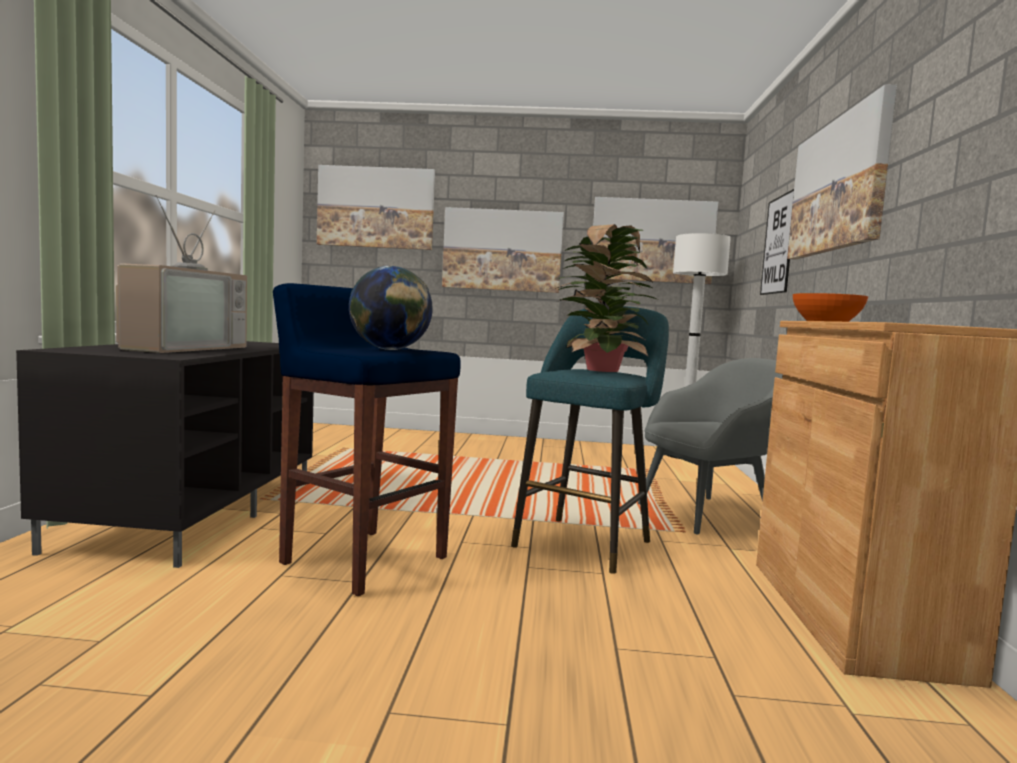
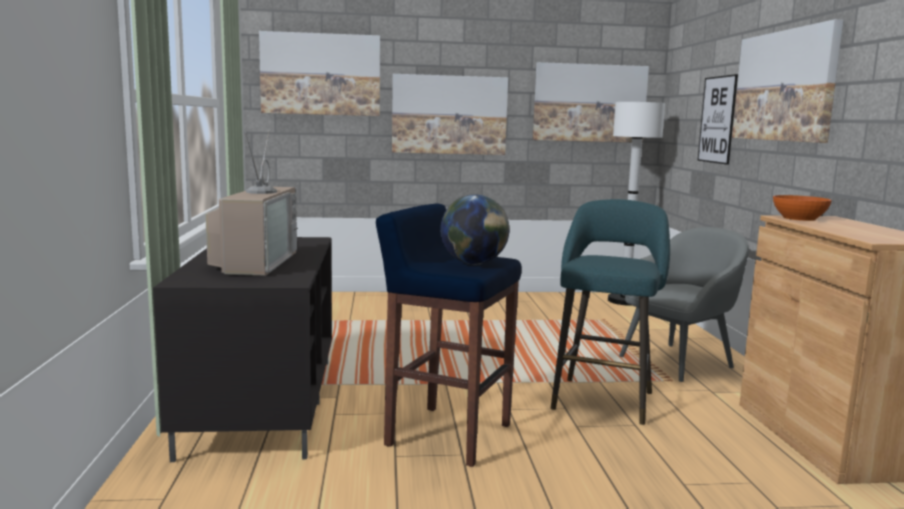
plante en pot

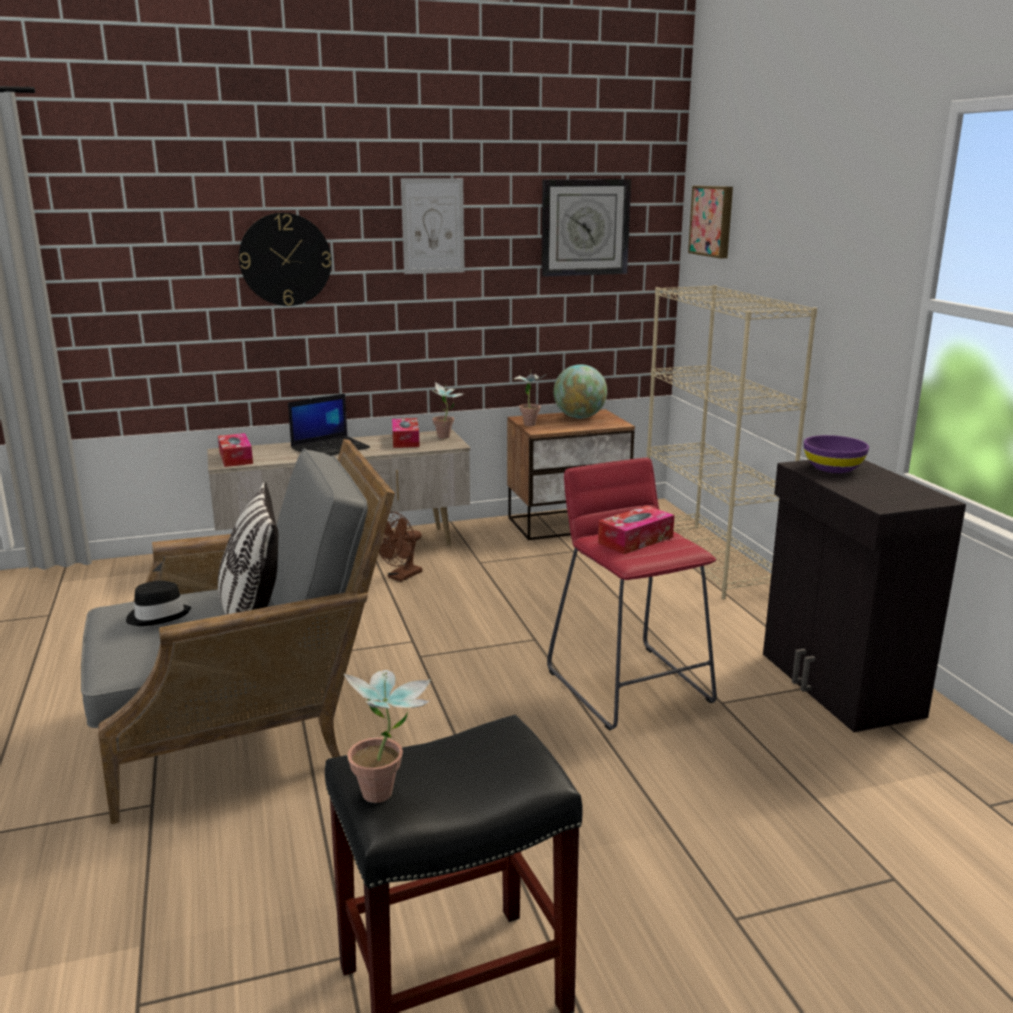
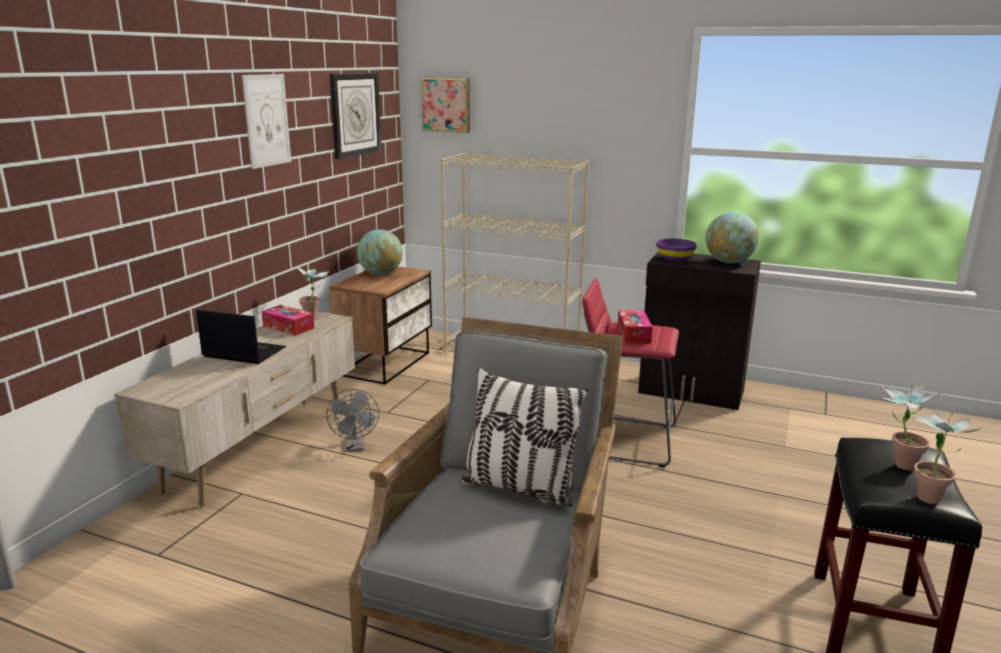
horloge murale (no. 1 from left in the first image)
plante en pot (no. 2 from left)
ordinateur portable
boîte à mouchoirs (no. 1 from left in the first image)
ventilateur/gris
chapeau/noir
globe (no. 2 from left)

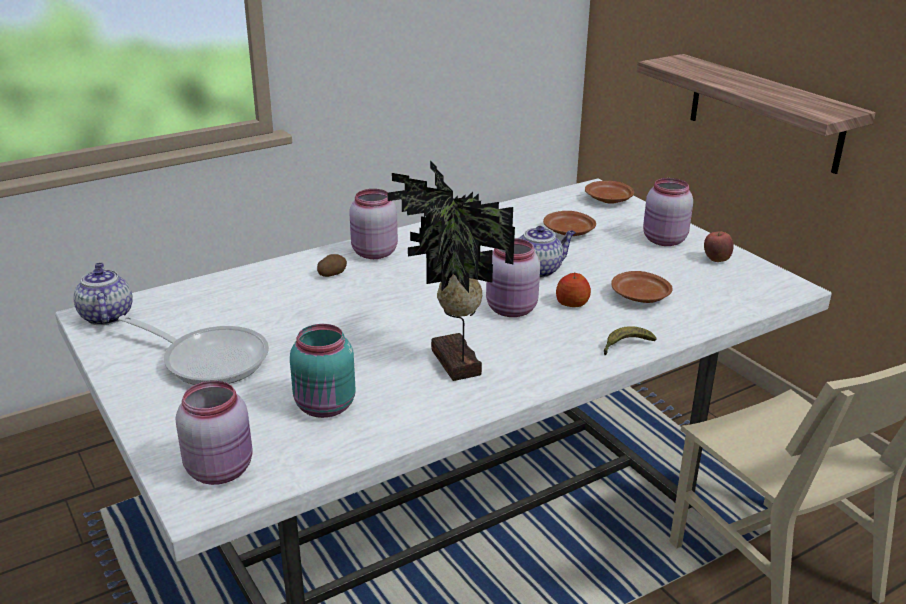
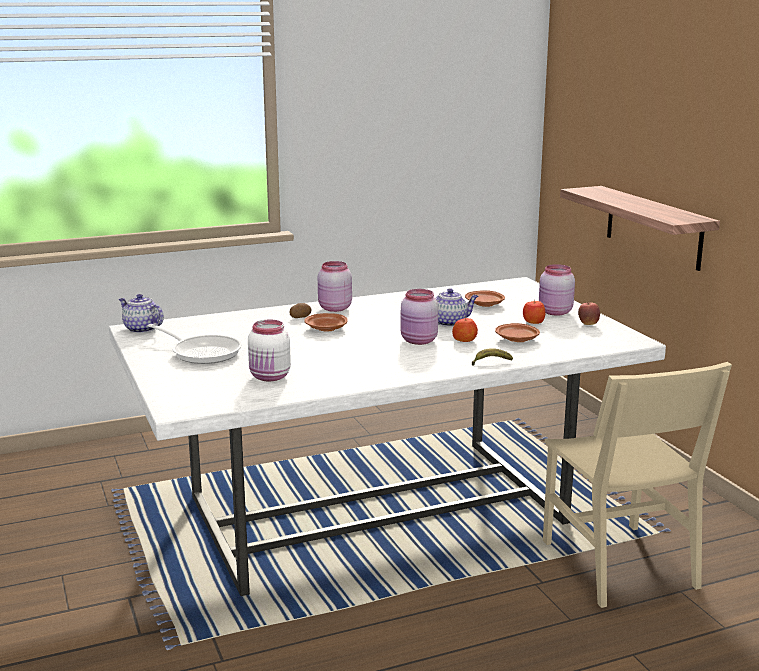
plante en pot
assiette/marron (no. 1 from left)
théière (no. 1 from left)
bocal/blanc
bocal/rose (no. 1 from left in the first image)
pomme (no. 2 from left)

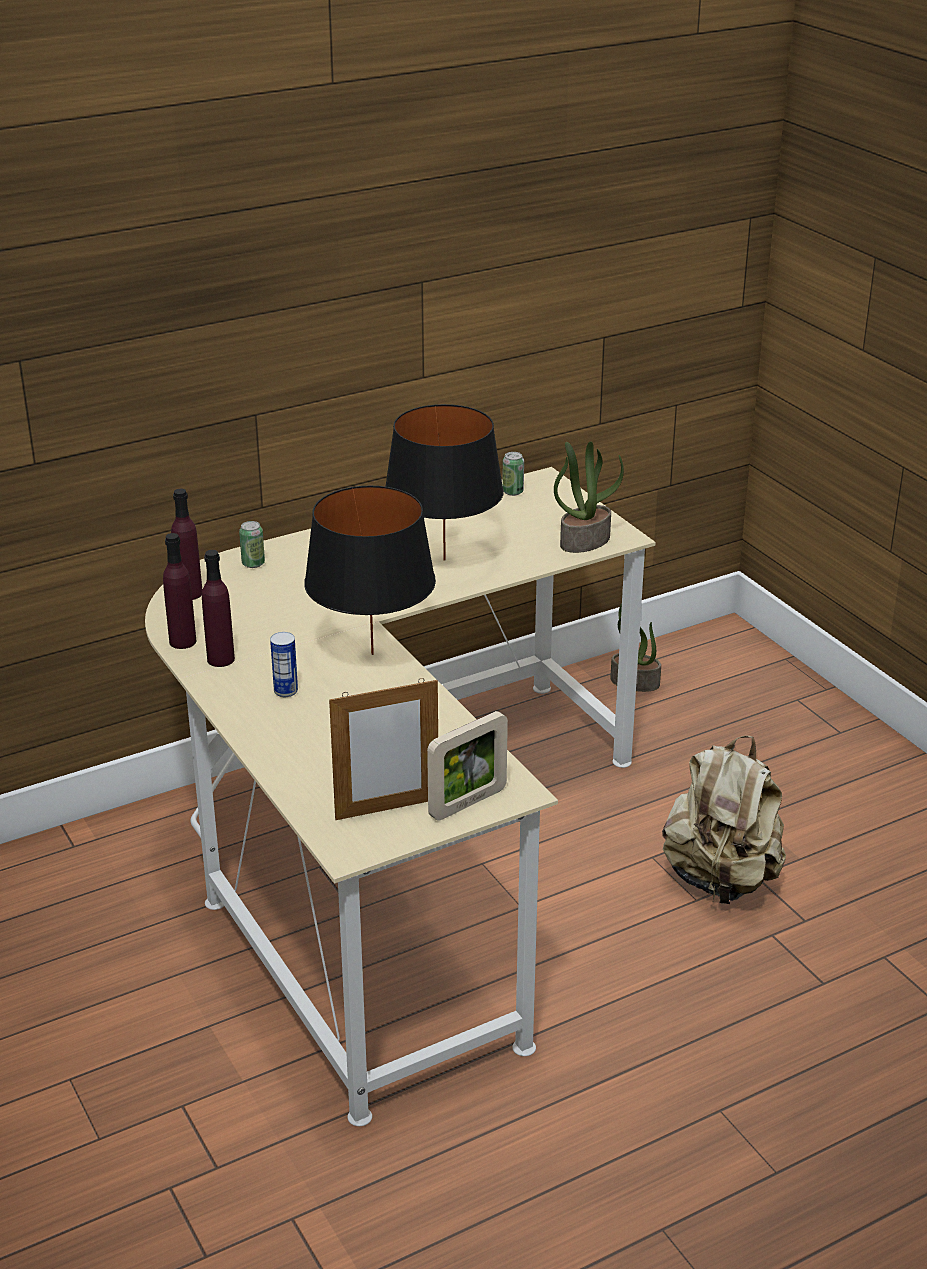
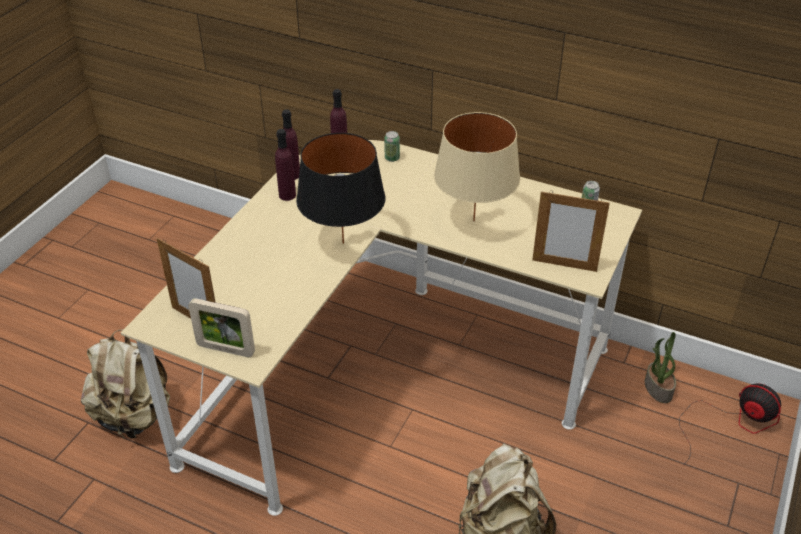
lampe de table/beige
cadre photo (no. 3 from left)
boîte métallique (no. 2 from left in the first image)
sac à dos/beige (no. 1 from left)
ventilateur

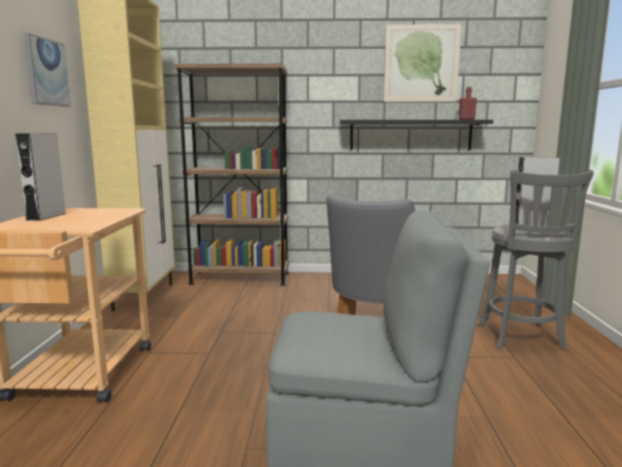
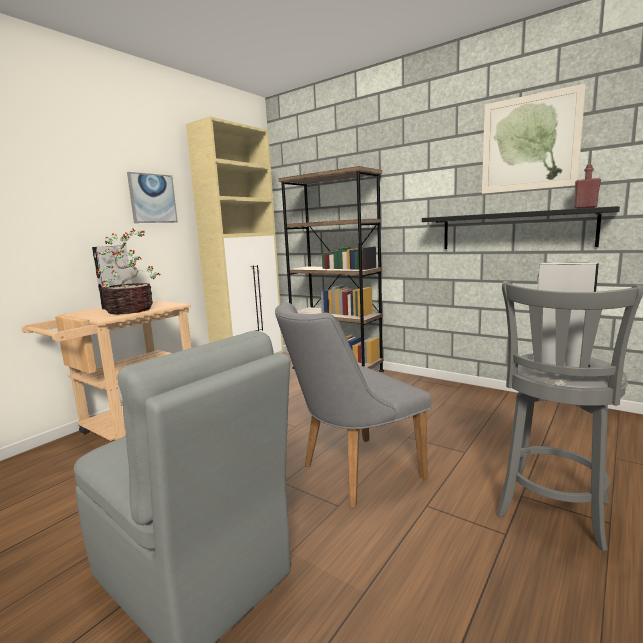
plante en pot

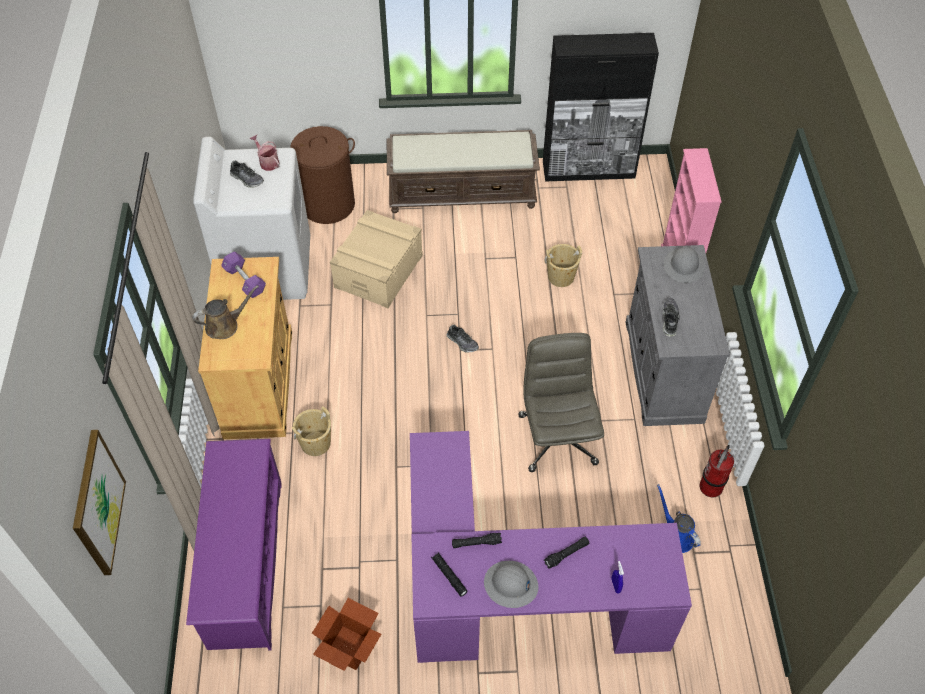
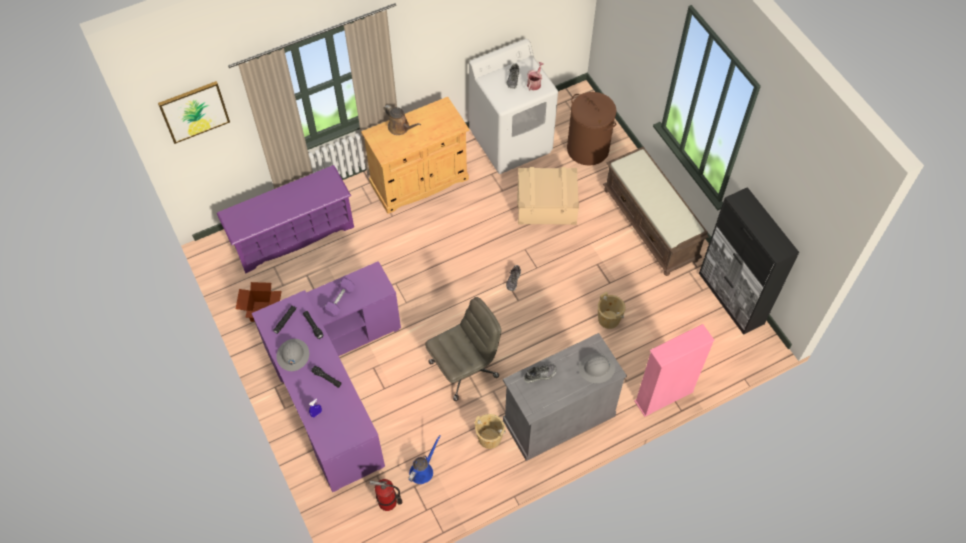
haltère/violet
seau/beige (no. 1 from left)
extincteur

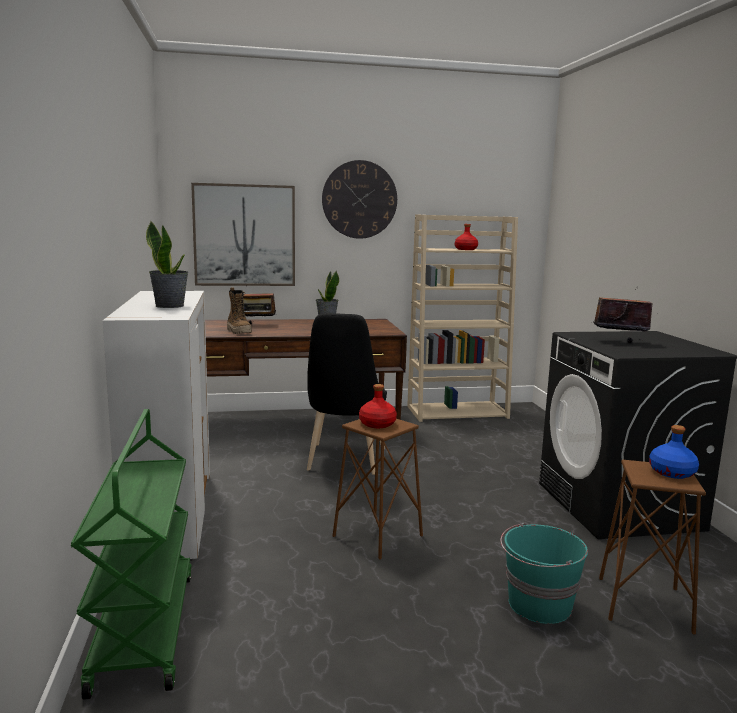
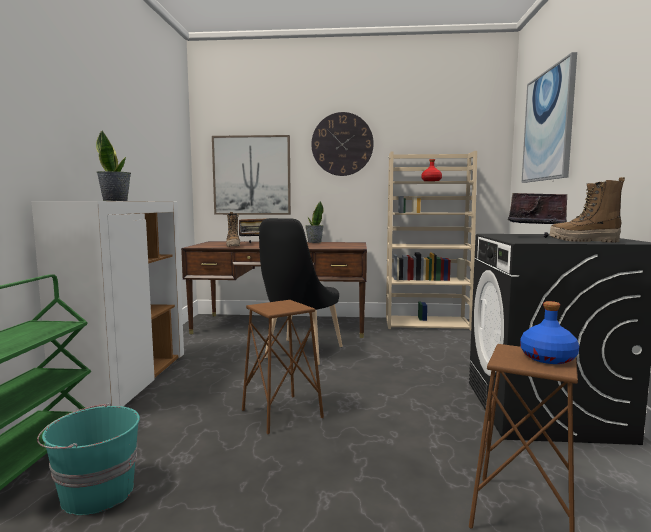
bouteille/rouge (no. 1 from left in the first image)
seau/turquoise
tableau (no. 2 from left)
botte (no. 2 from left)

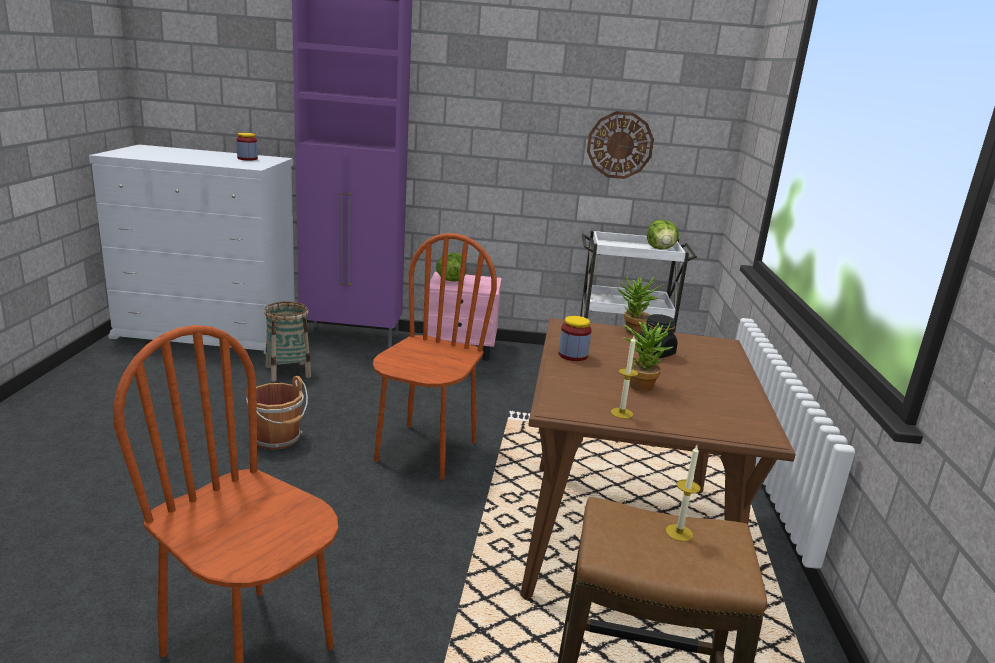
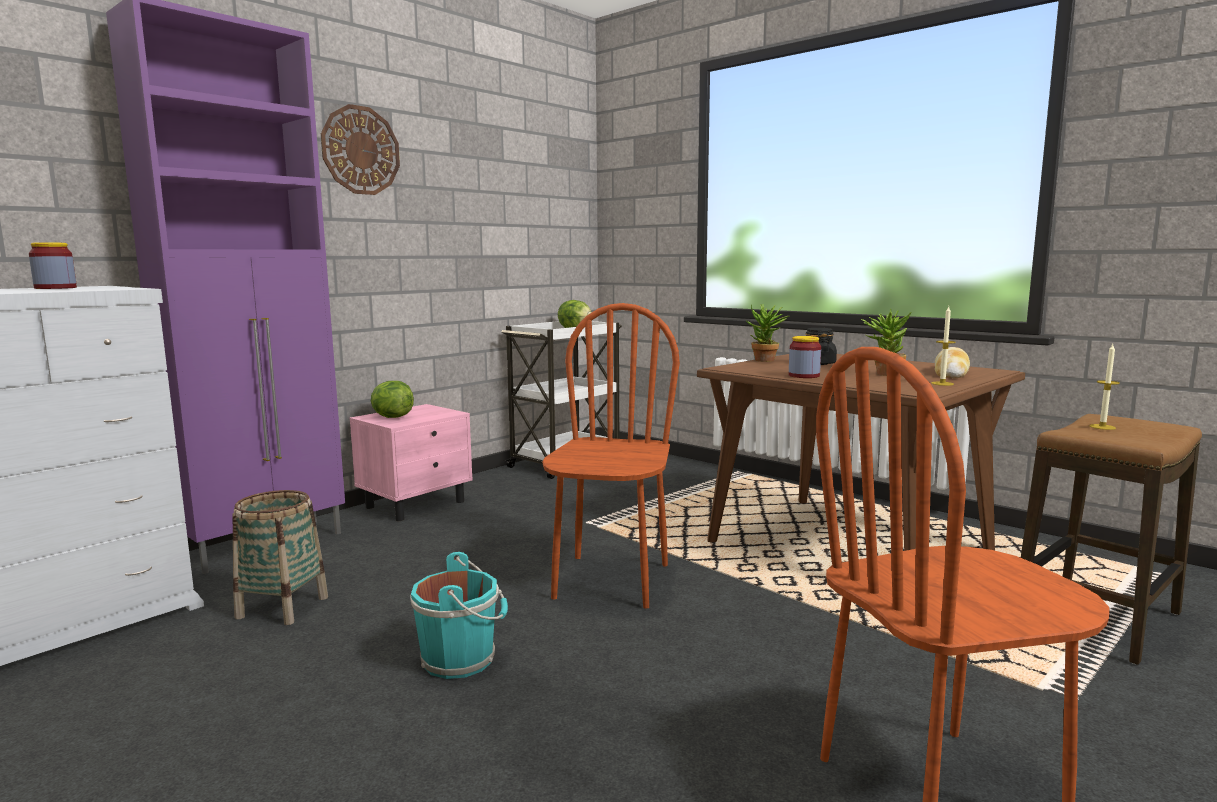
horloge murale
chaise/marron (no. 1 from left)
seau/turquoise
pain

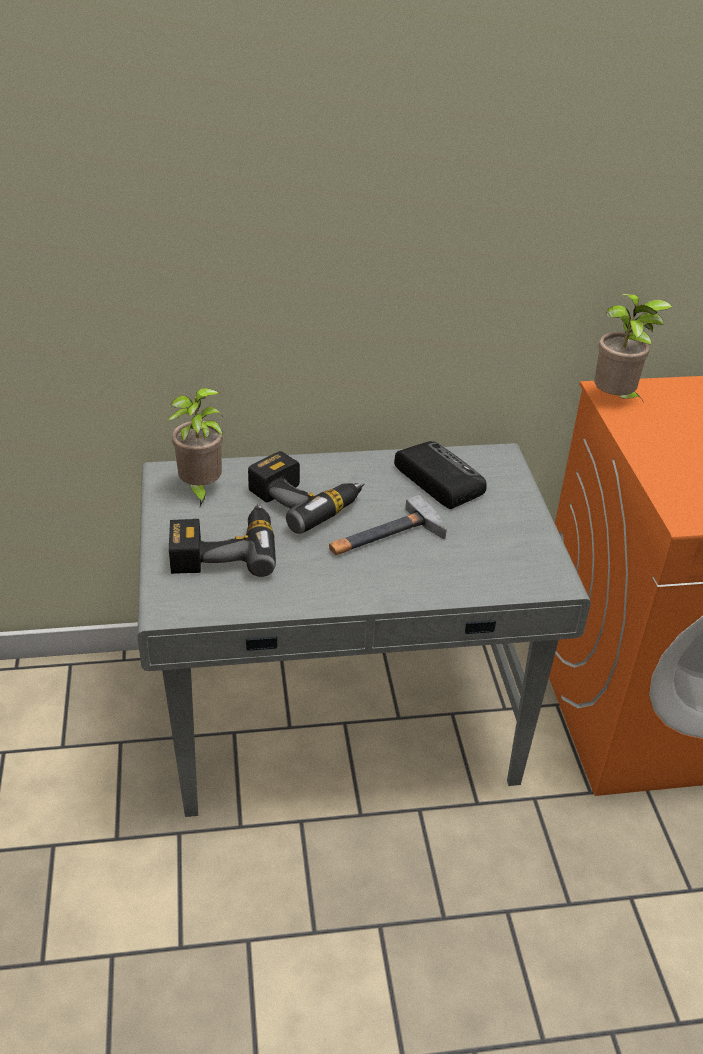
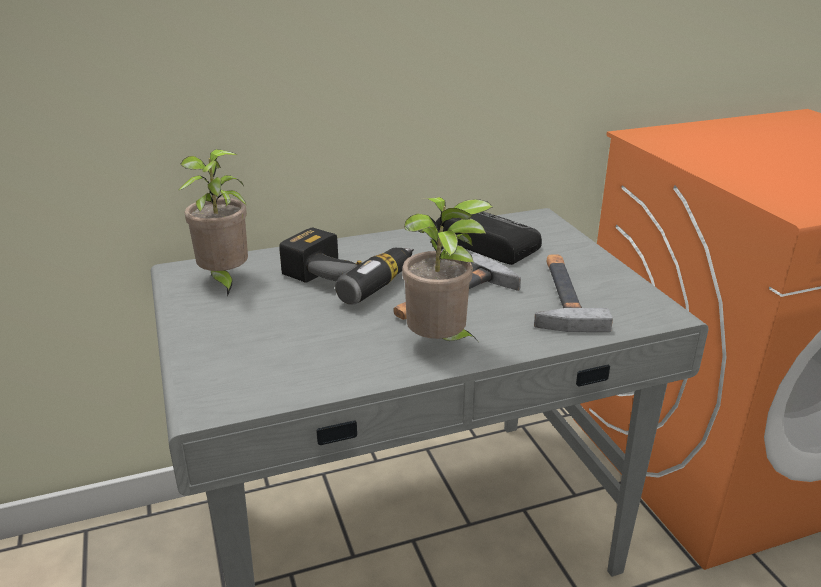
plante en pot (no. 2 from left)
perceuse (no. 1 from left in the first image)
marteau (no. 2 from left)

